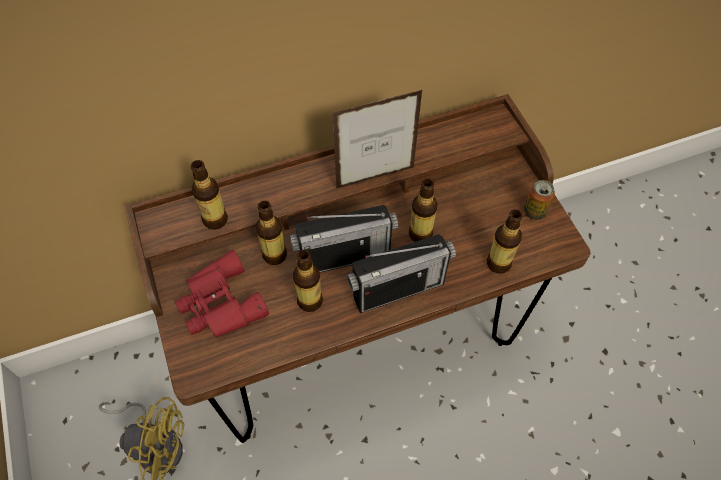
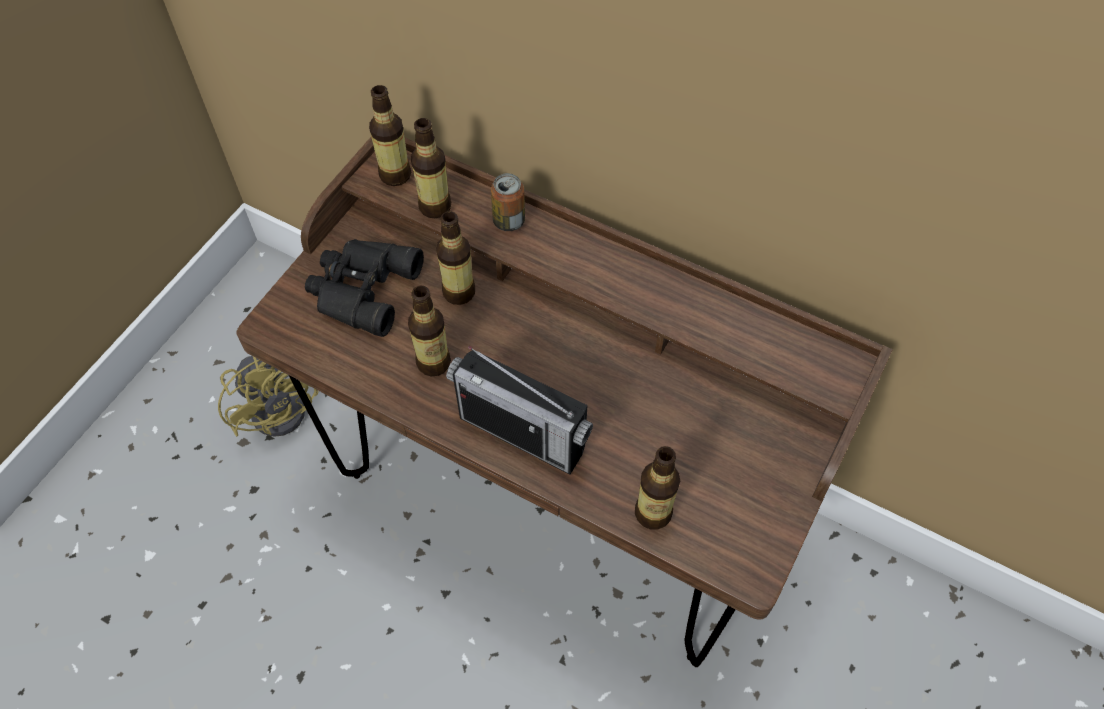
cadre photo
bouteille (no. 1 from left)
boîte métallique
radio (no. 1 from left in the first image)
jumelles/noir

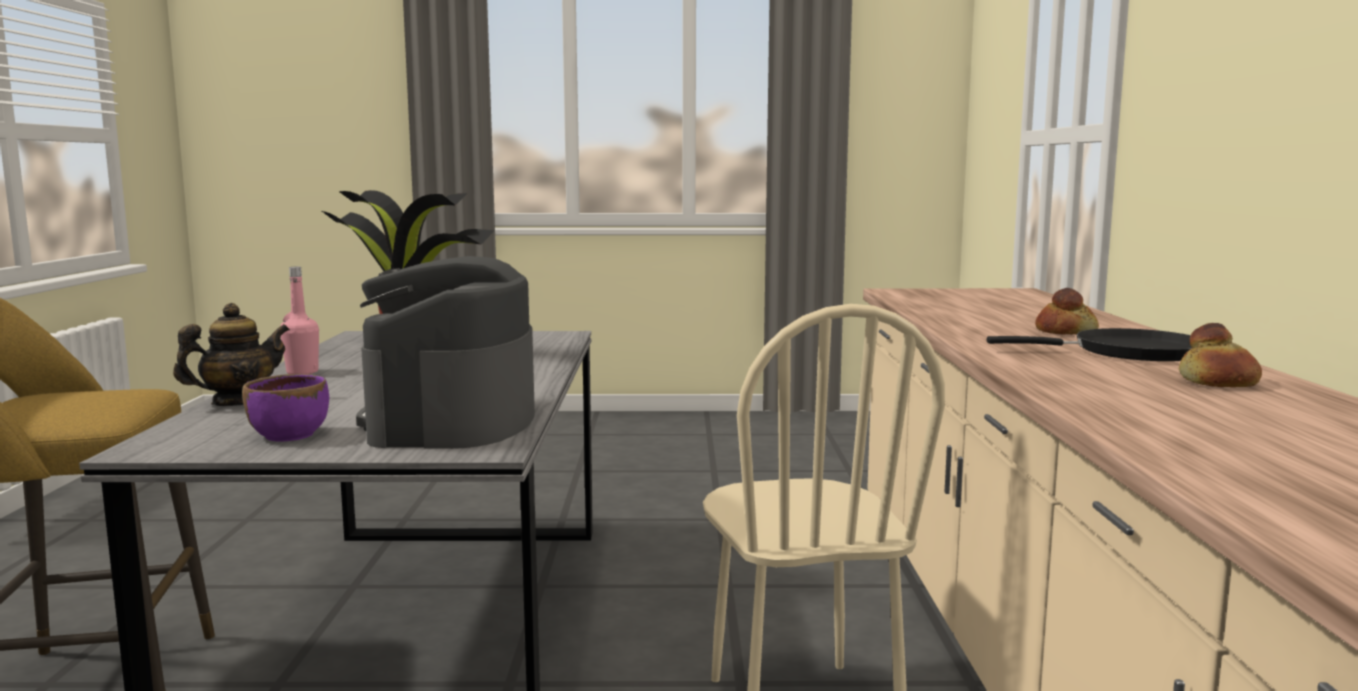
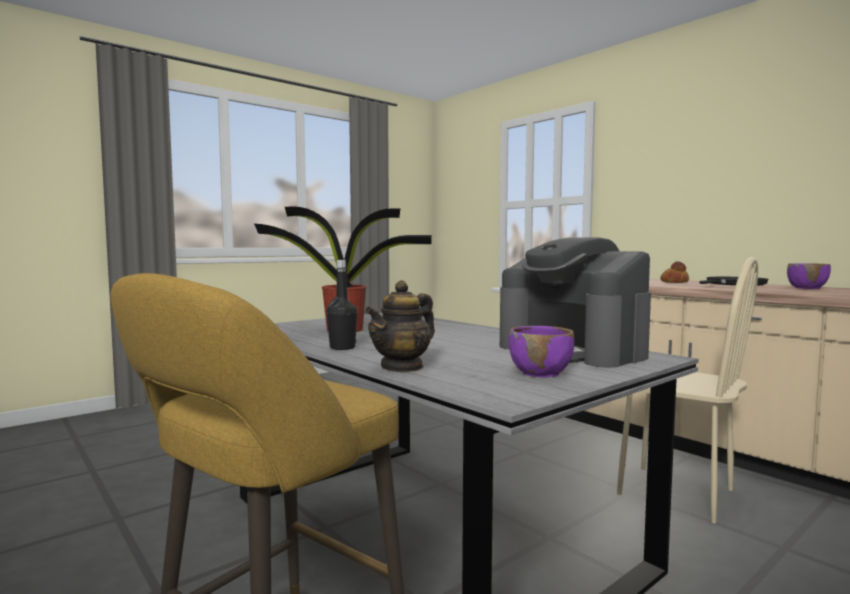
bouteille/noir
théière
bol/violet (no. 2 from left)

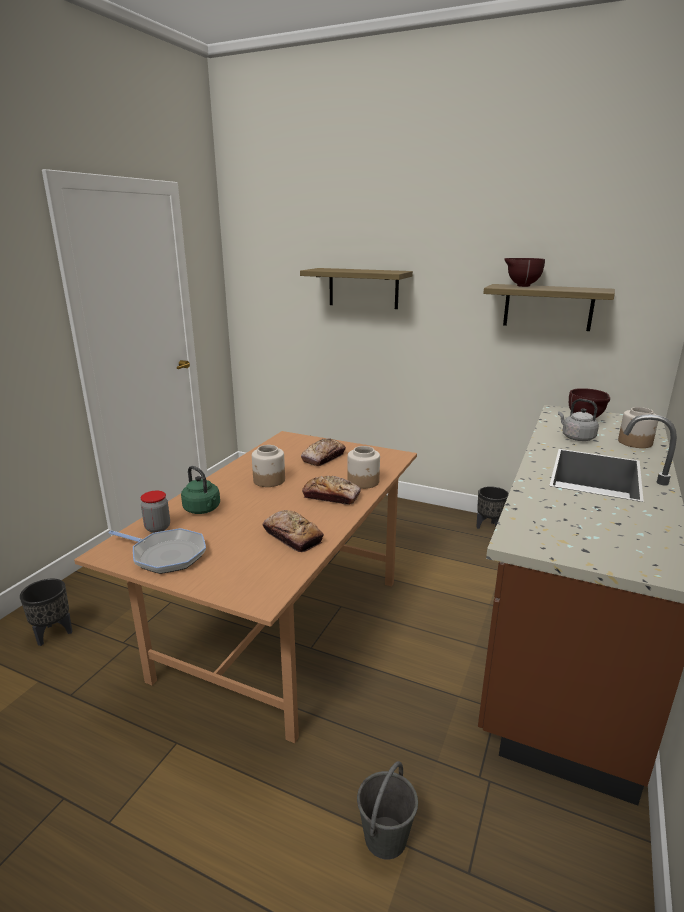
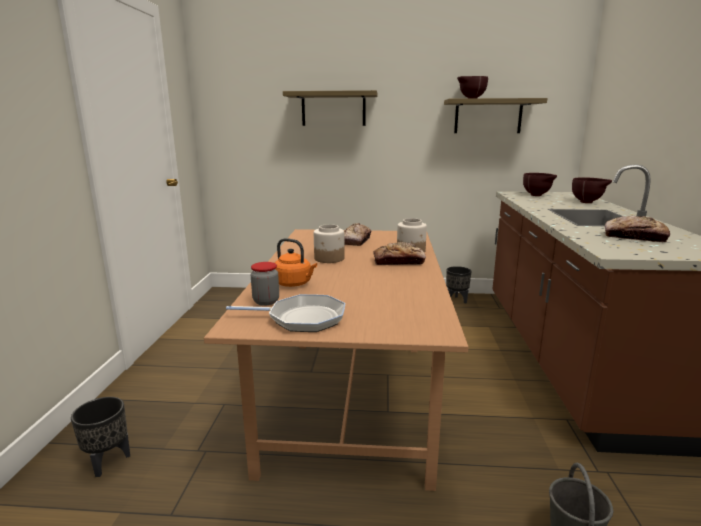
bouilloire/gris
bol/marron (no. 3 from left)
bouilloire/orange
pain (no. 3 from left)

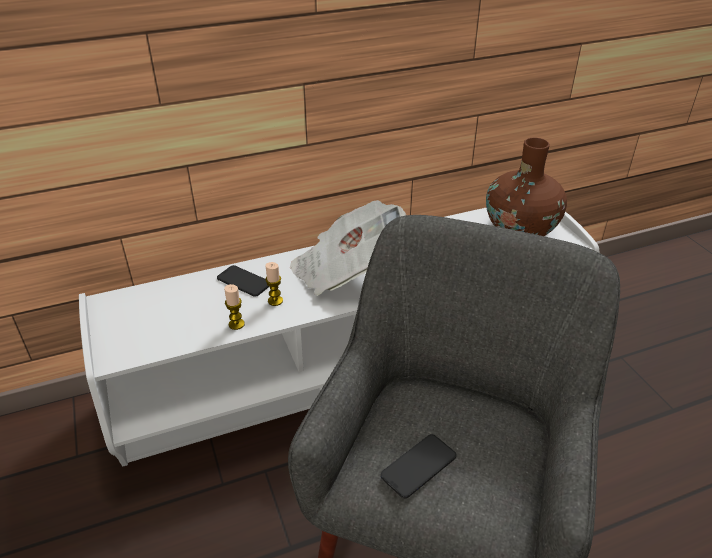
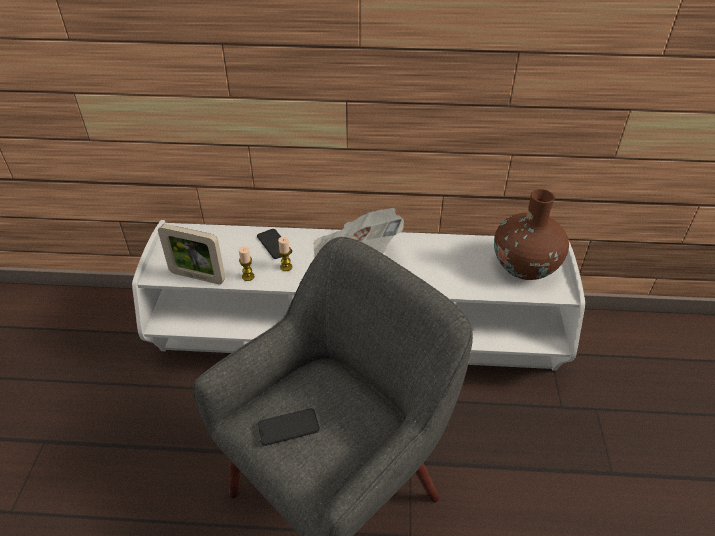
cadre photo

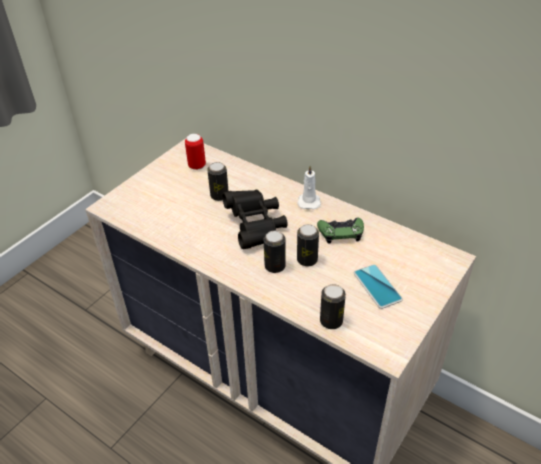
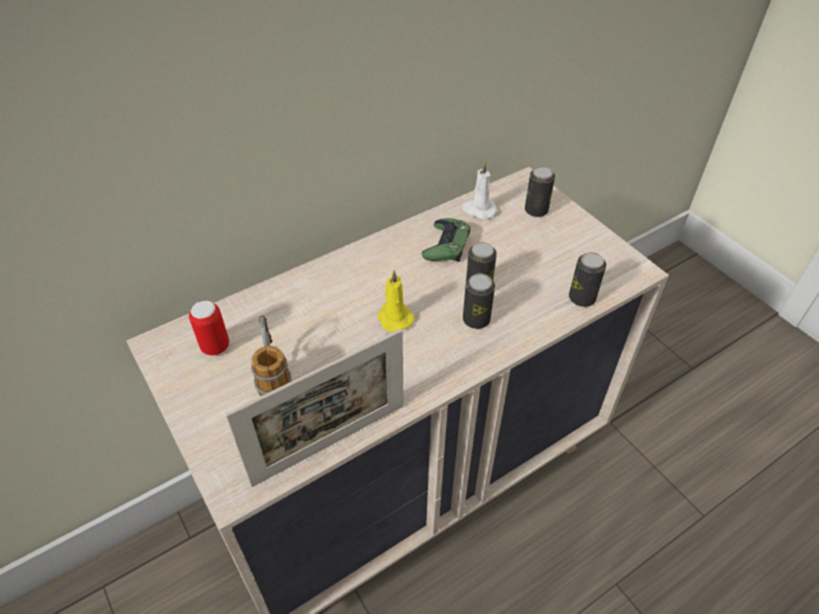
boîte métallique (no. 4 from left)
bougie/blanc
bougie/jaune
téléphone
mug
cadre photo

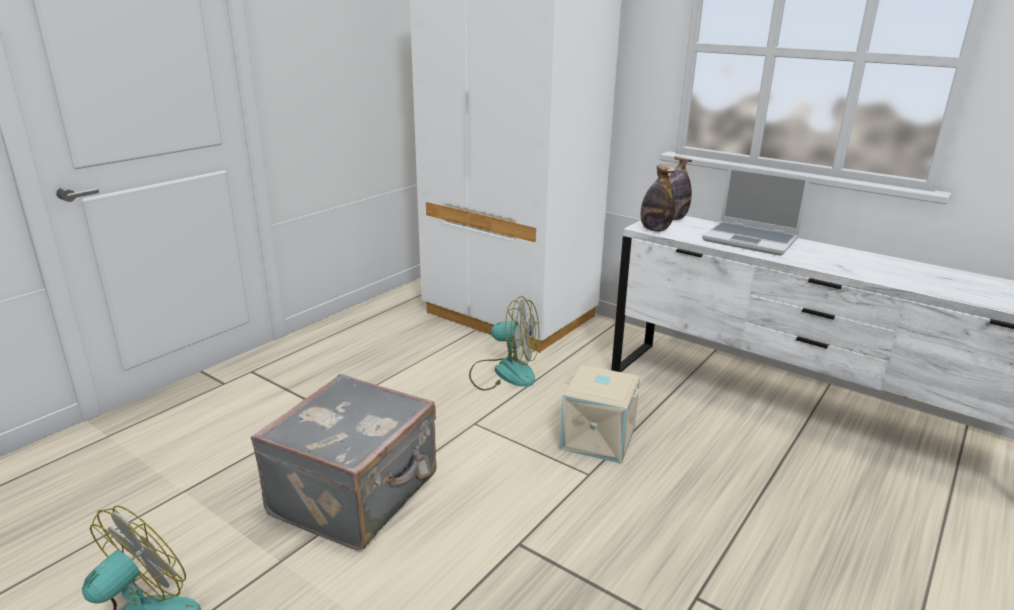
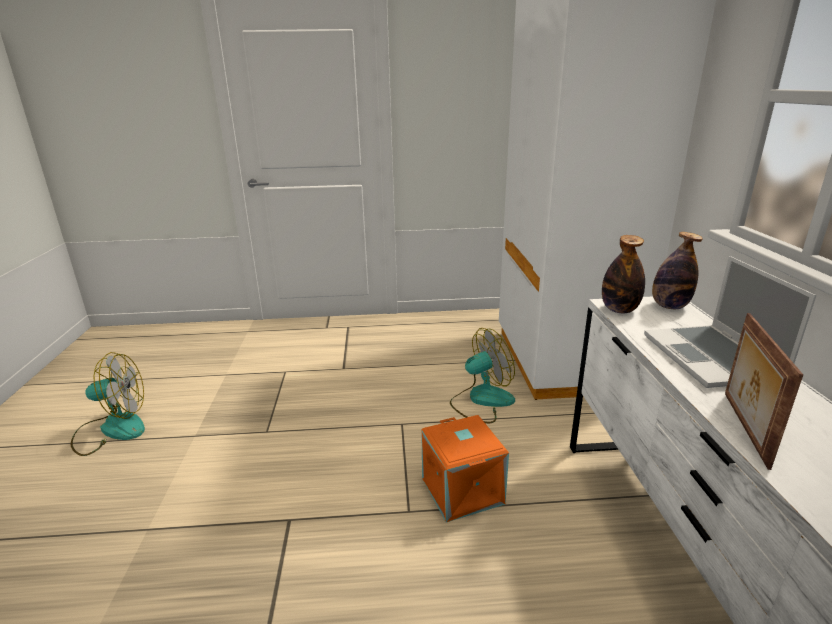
ventilateur (no. 2 from left)
boîte de rangement/orange
valise/gris
cadre photo

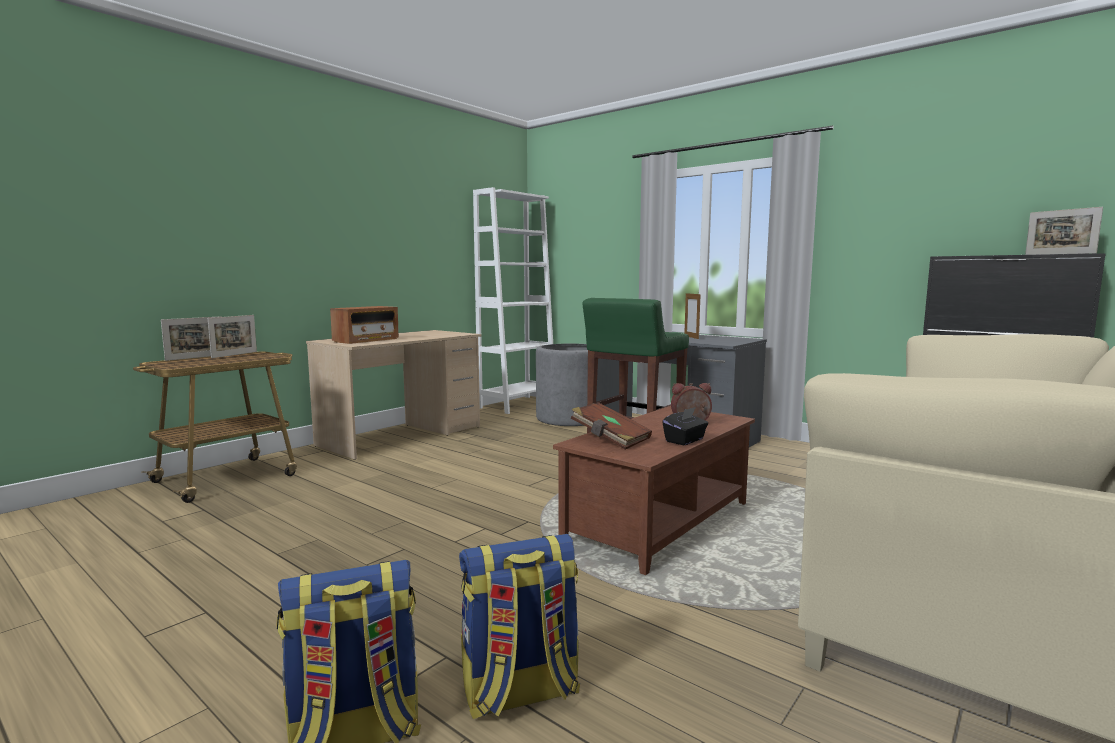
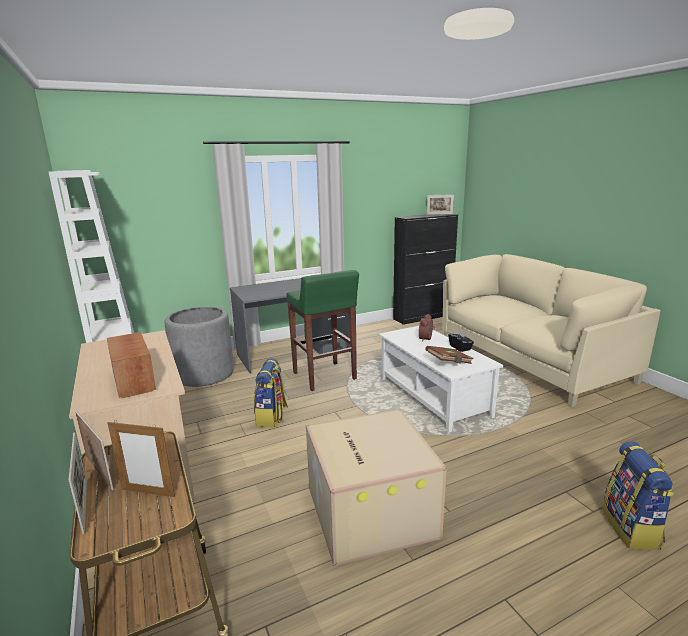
cadre photo (no. 3 from left)
table basse/blanc
sac à dos (no. 1 from left)
carton

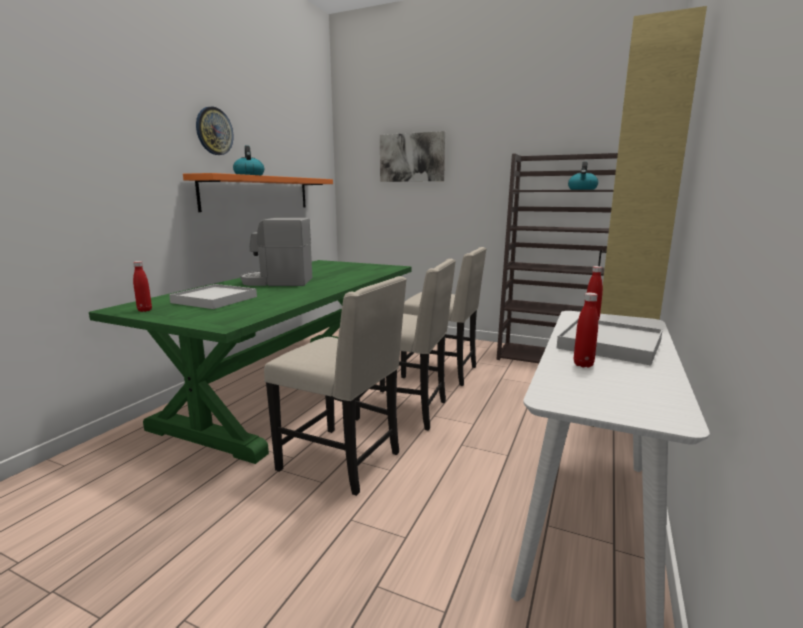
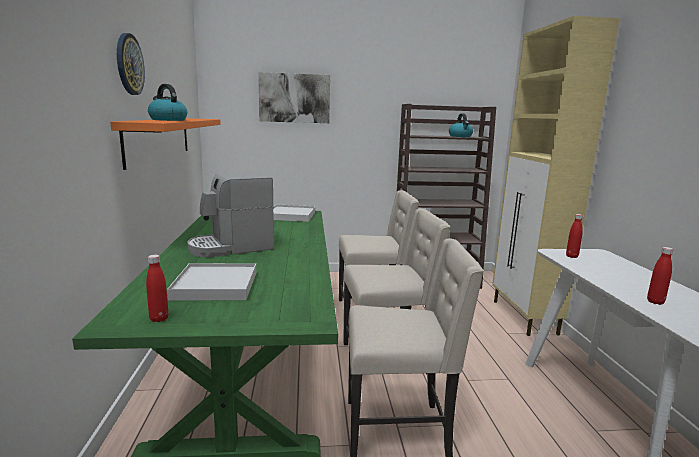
plateau/blanc (no. 2 from left)

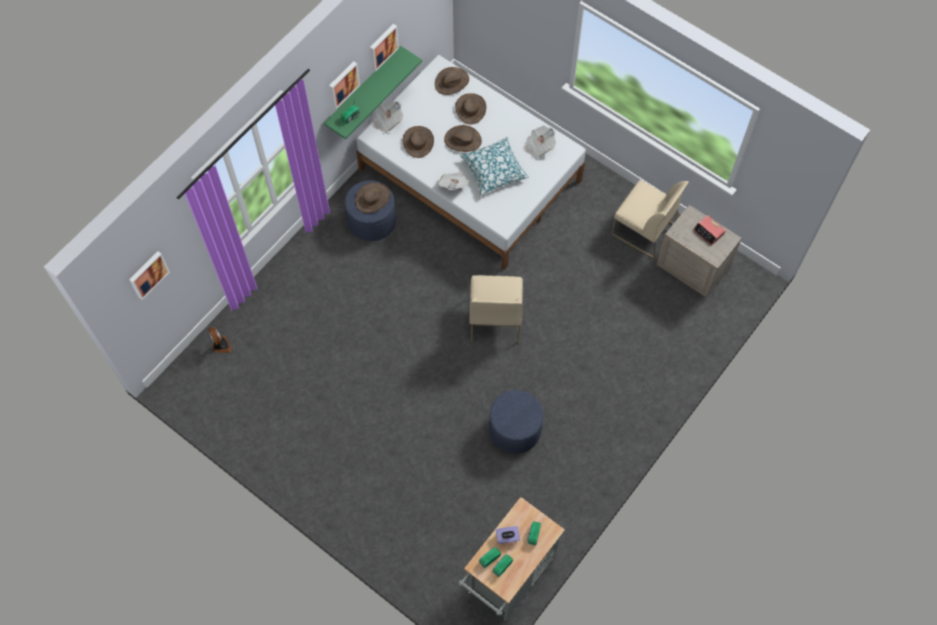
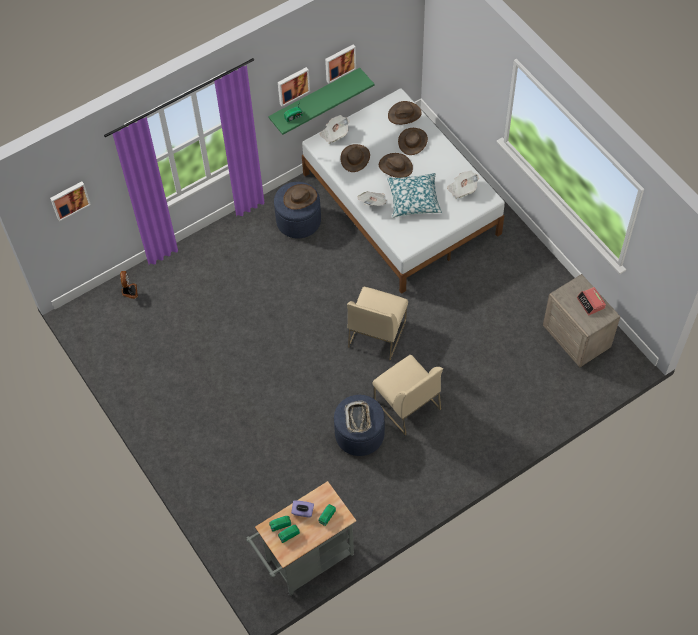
chaise/beige (no. 2 from left)
plateau

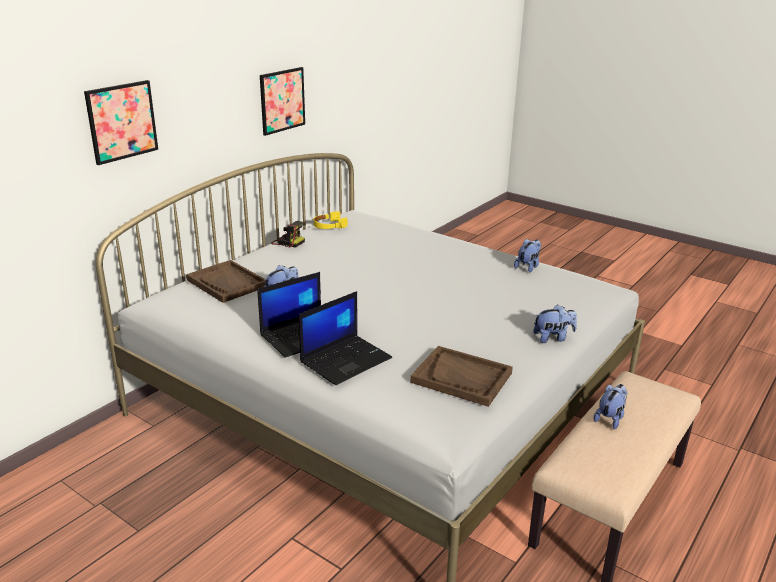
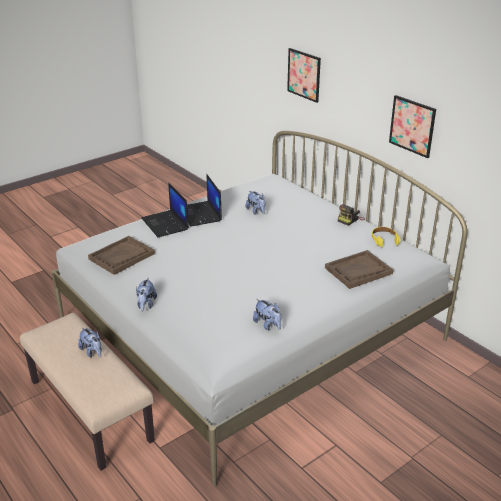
plateau/marron (no. 2 from left)

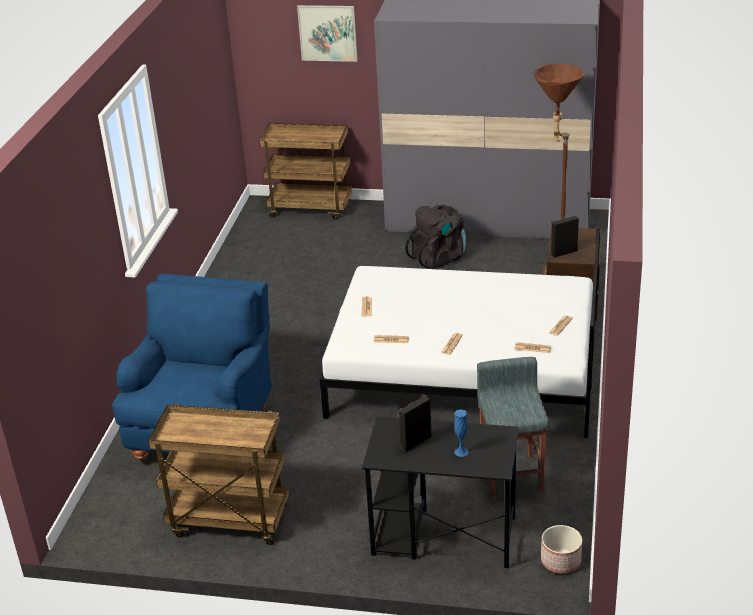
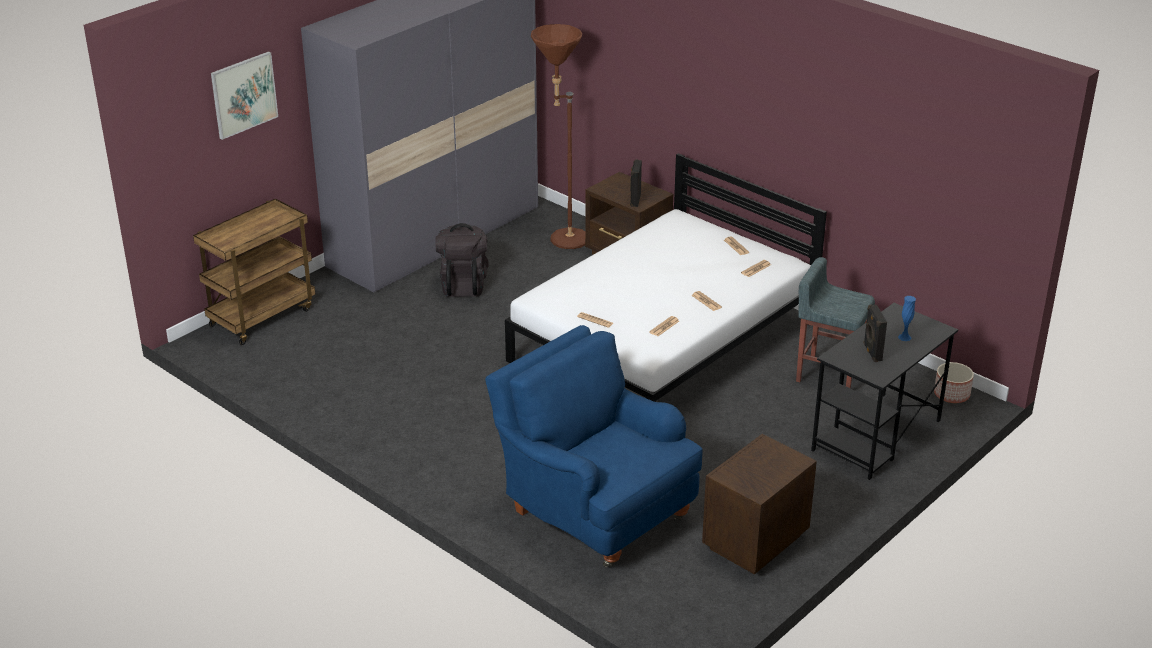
table de chevet/marron (no. 2 from left)

